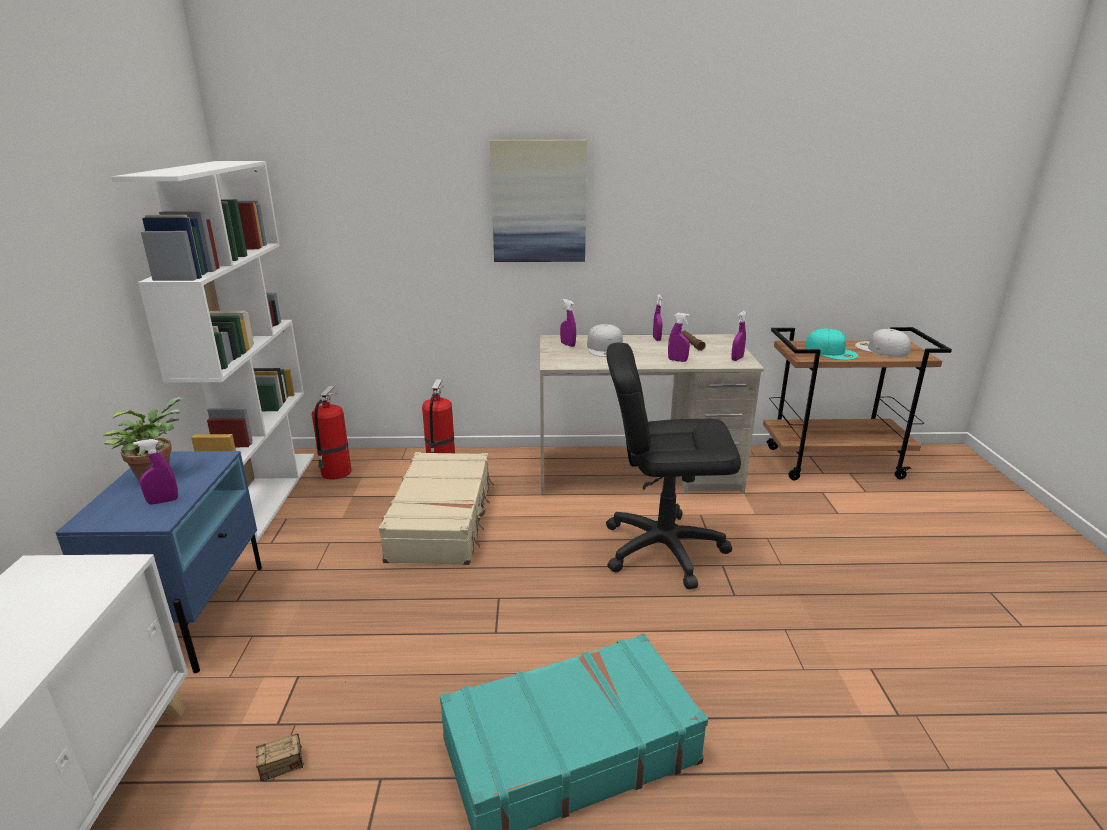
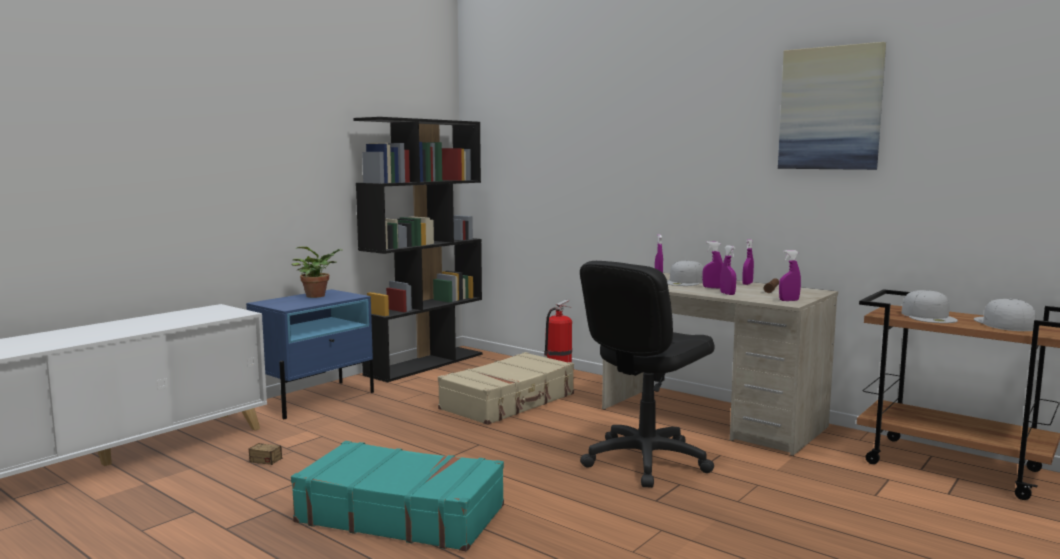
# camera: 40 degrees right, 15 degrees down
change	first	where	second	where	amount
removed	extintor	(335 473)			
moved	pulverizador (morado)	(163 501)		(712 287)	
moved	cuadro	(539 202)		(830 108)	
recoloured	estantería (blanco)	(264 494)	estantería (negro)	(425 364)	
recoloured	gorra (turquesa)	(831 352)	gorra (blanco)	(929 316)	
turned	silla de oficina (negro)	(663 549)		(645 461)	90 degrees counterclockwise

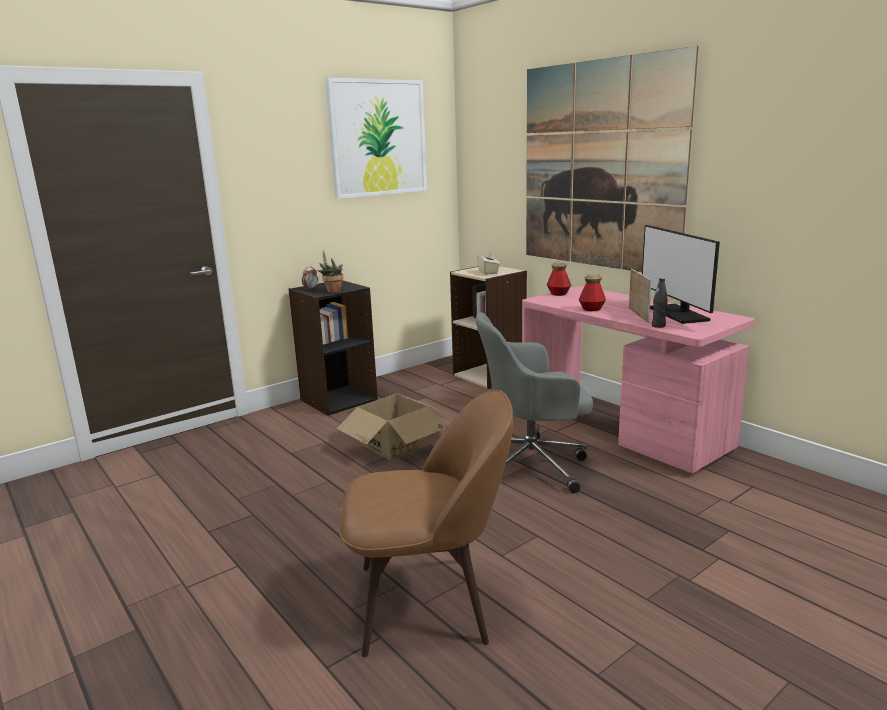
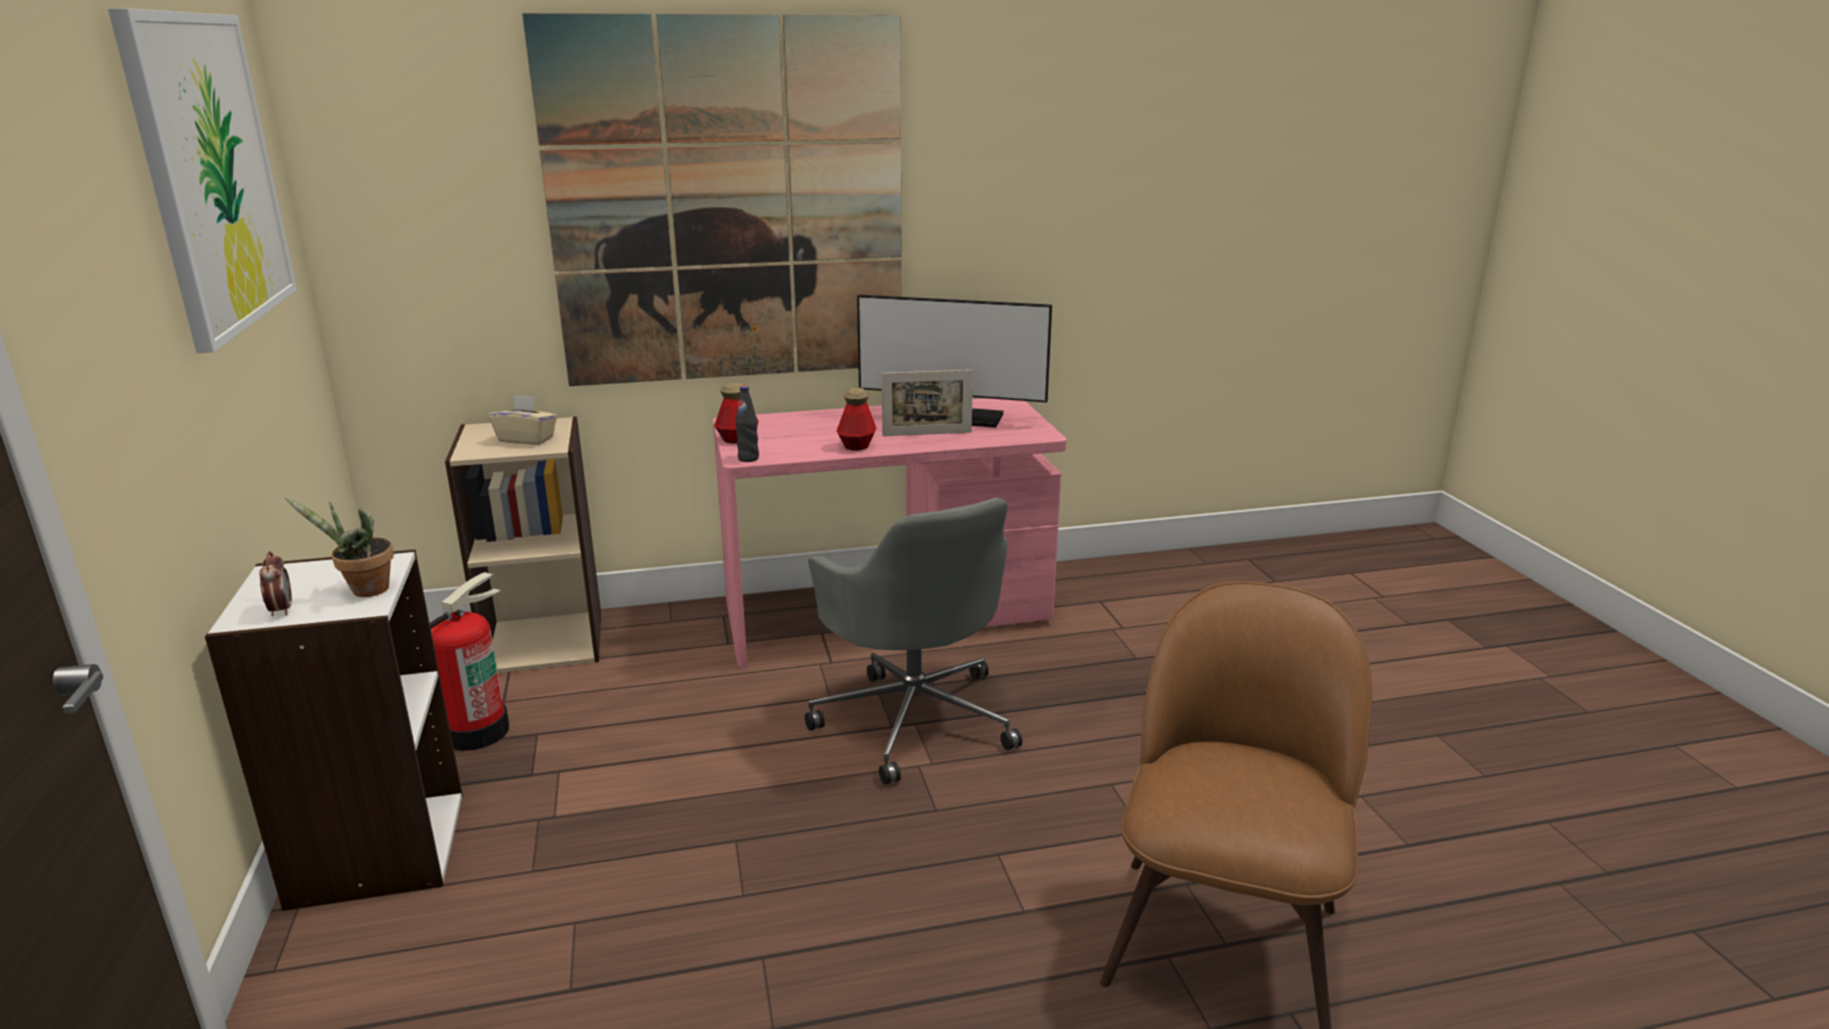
# camera: 65 degrees left, 5 degrees up
change	first	where	second	where	amount
removed	caja de cartón	(395 444)			
added			extintor	(475 731)	
moved	botella (negro)	(658 326)		(748 459)	
recoloured	estantería (negro)	(338 399)	estantería (blanco)	(376 849)	
turned	silla de oficina (gris)	(532 464)		(914 717)	45 degrees counterclockwise
turned	portarretratos	(638 315)		(927 434)	150 degrees clockwise

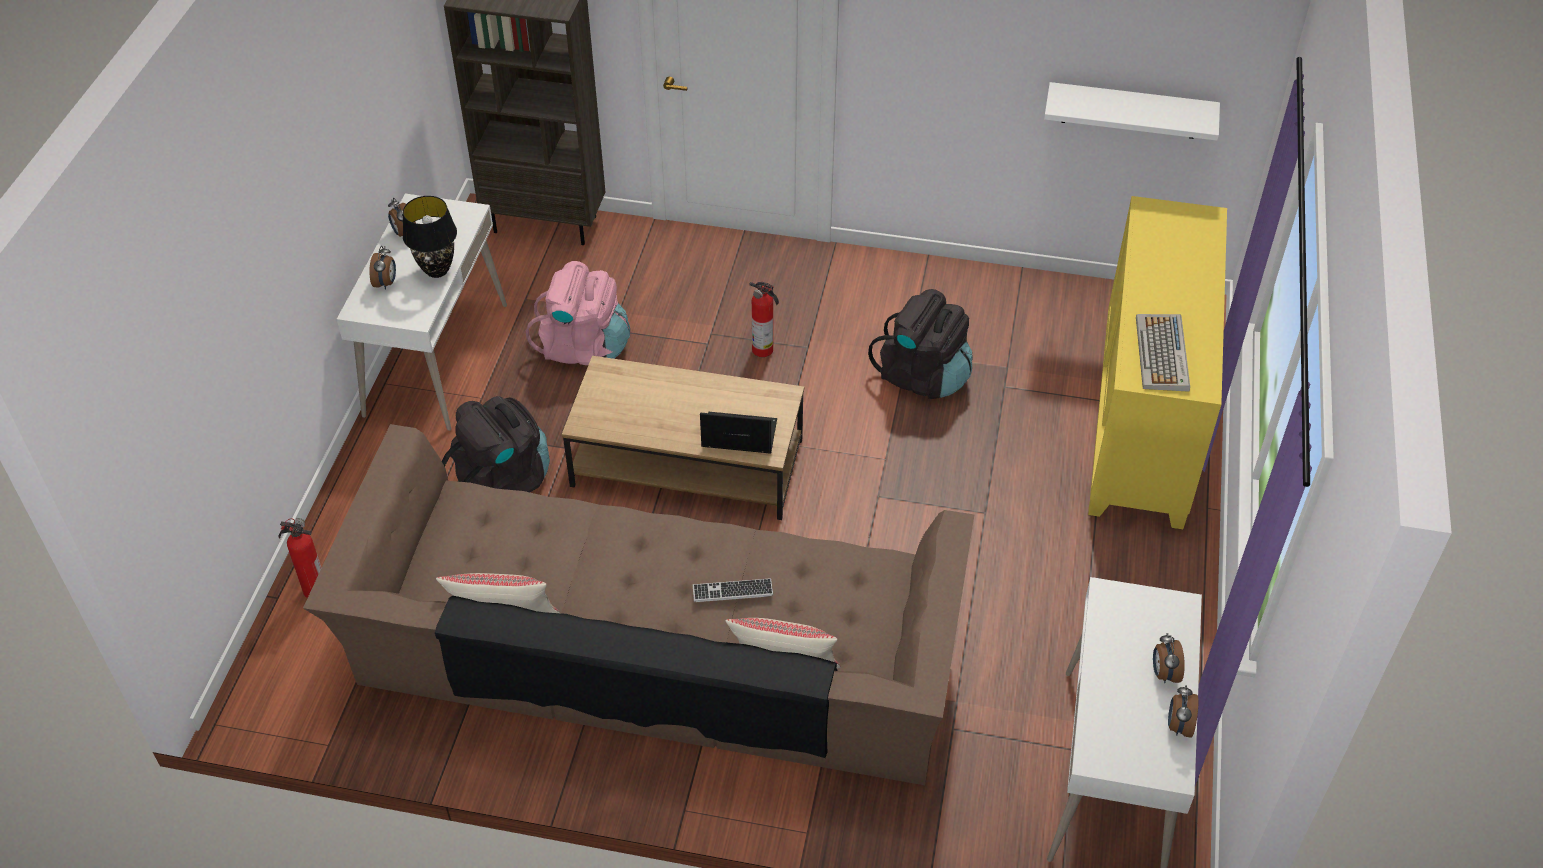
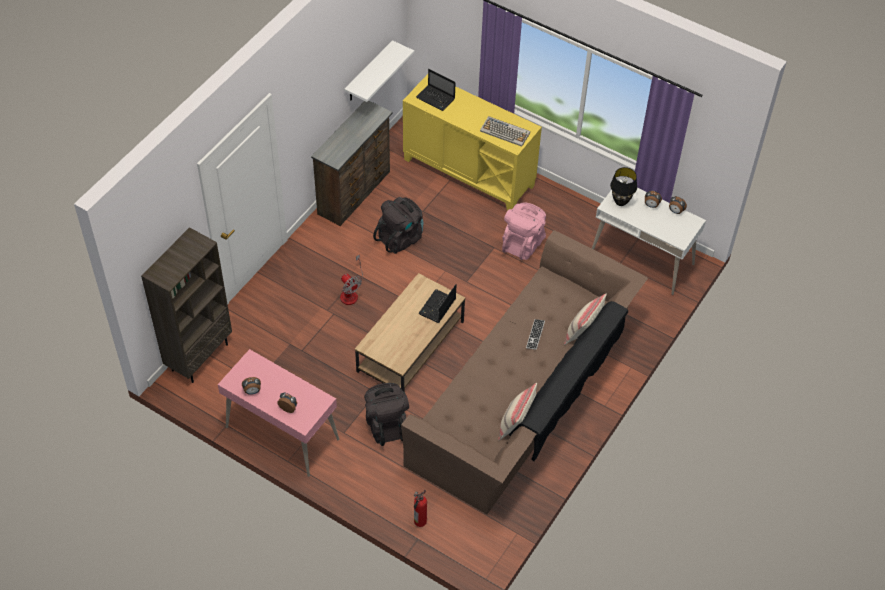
# camera: 70 degrees left, 5 degrees up
change	first	where	second	where	amount
added			cómoda (marrón)	(355 193)	
added			portátil	(436 98)	
moved	lámpara de mesa (negro)	(436 270)		(620 202)	
moved	mochila (rosa)	(584 347)		(523 243)	
replaced	extintor	(764 350)	ventilador	(350 292)	
recoloured	escritorio (blanco)	(436 359)	escritorio (rosa)	(282 433)	

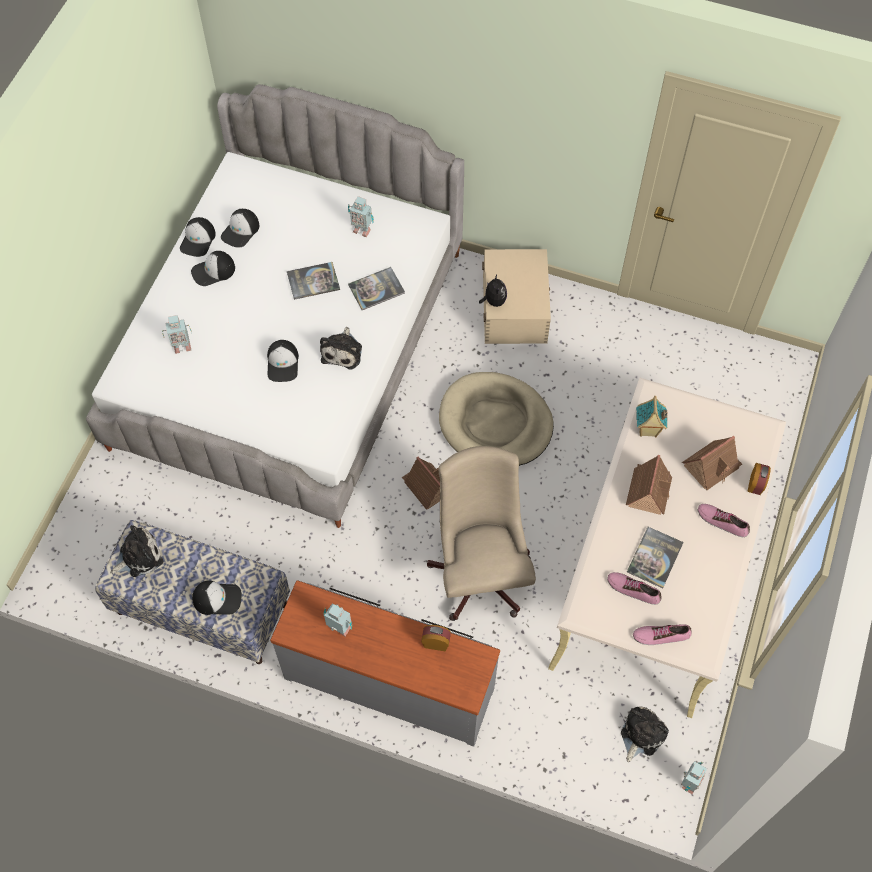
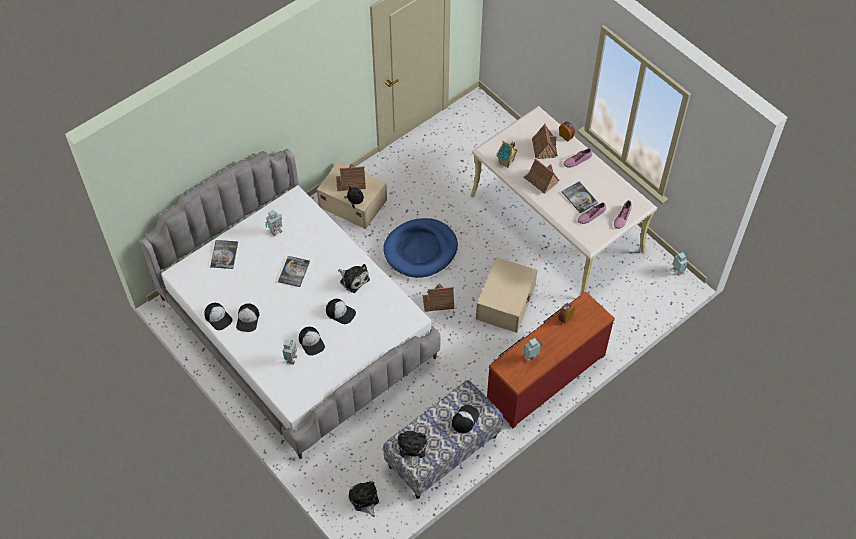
# camera: 60 degrees left, 5 degrees down
change	first	where	second	where	amount
added			casita	(351 182)	
moved	gorra	(240 231)		(311 342)	
moved	libro	(376 289)		(224 254)	
moved	peluche	(641 734)		(364 500)	
replaced	silla de oficina (beis)	(480 570)	caja de almacenaje (beis)	(506 302)	
recoloured	cómoda (gris)	(390 681)	cómoda (rojo)	(545 377)	
recoloured	cama para perro (beis)	(495 423)	cama para perro (azul)	(420 250)	

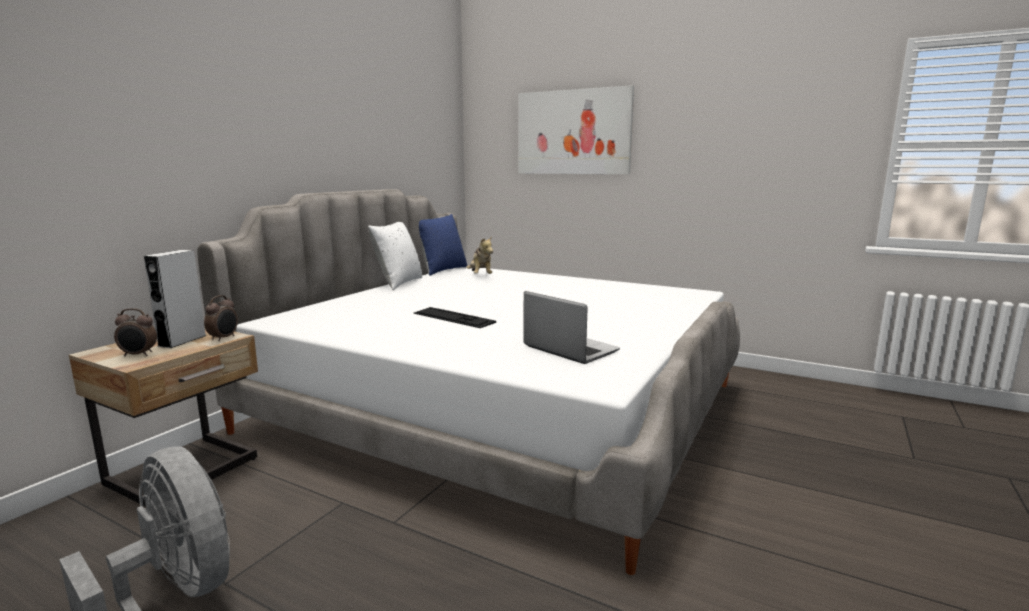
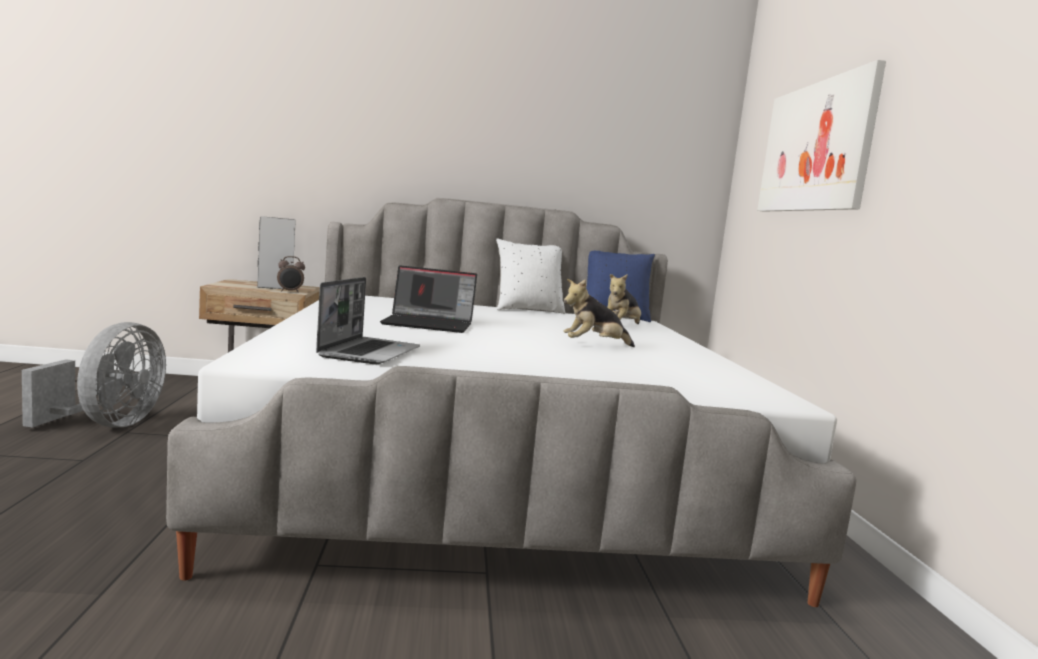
# camera: 55 degrees right, 5 degrees down
change	first	where	second	where	amount
removed	despertador	(138 355)			
added			peluche	(594 345)	
replaced	teclado	(453 318)	portátil	(429 324)	

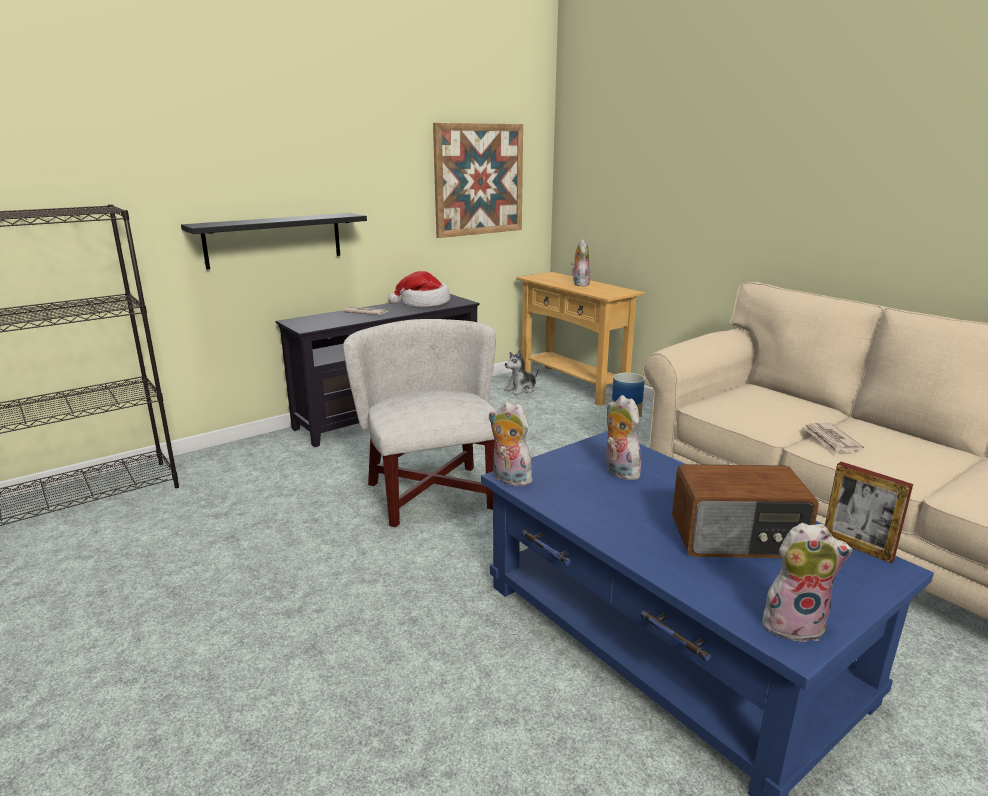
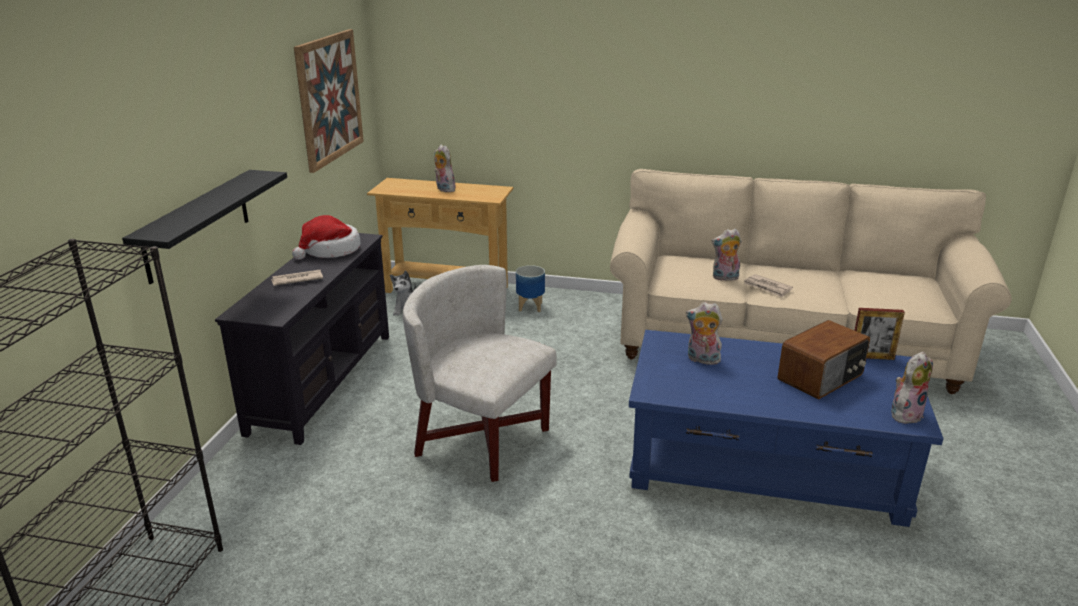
# camera: 40 degrees left, 5 degrees up
change	first	where	second	where	amount
moved	peluche	(509 479)		(725 278)	

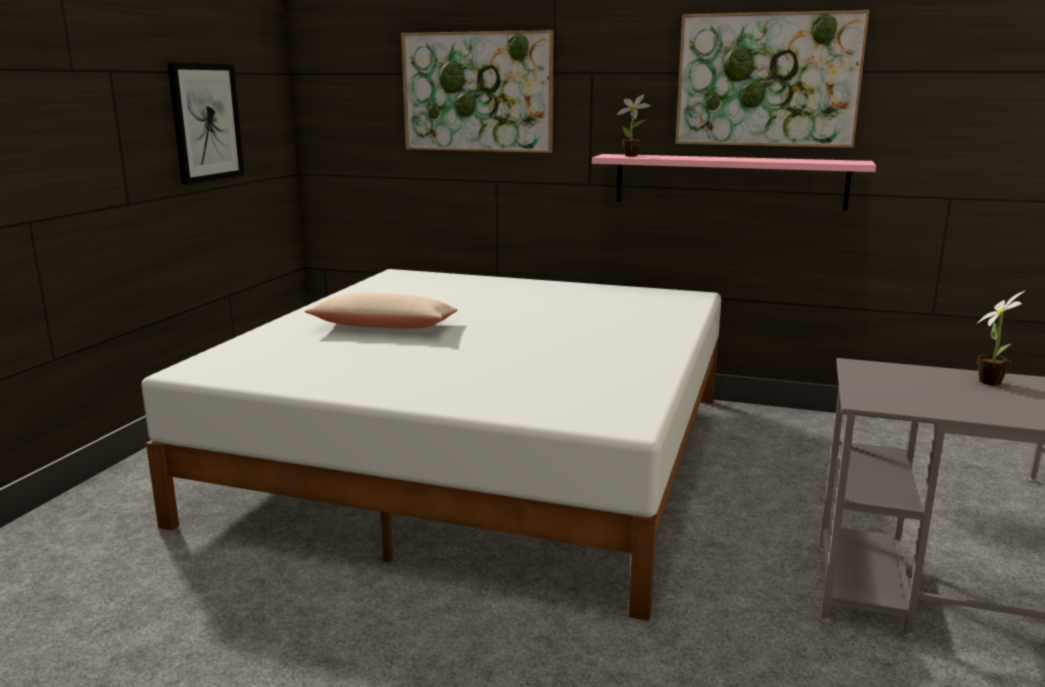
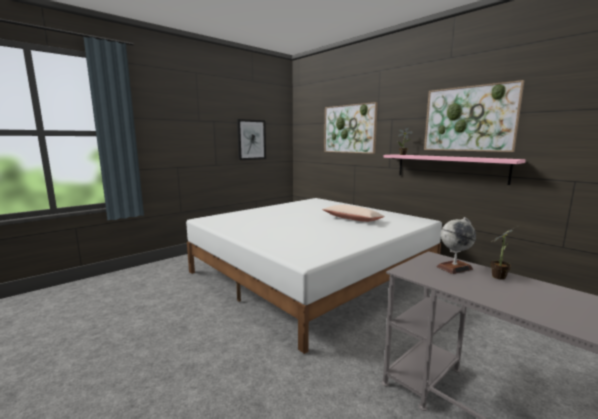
# camera: 30 degrees right, 5 degrees down
change	first	where	second	where	amount
added			globo terráqueo	(454 268)	
moved	cojín (beis)	(384 327)		(352 219)	

